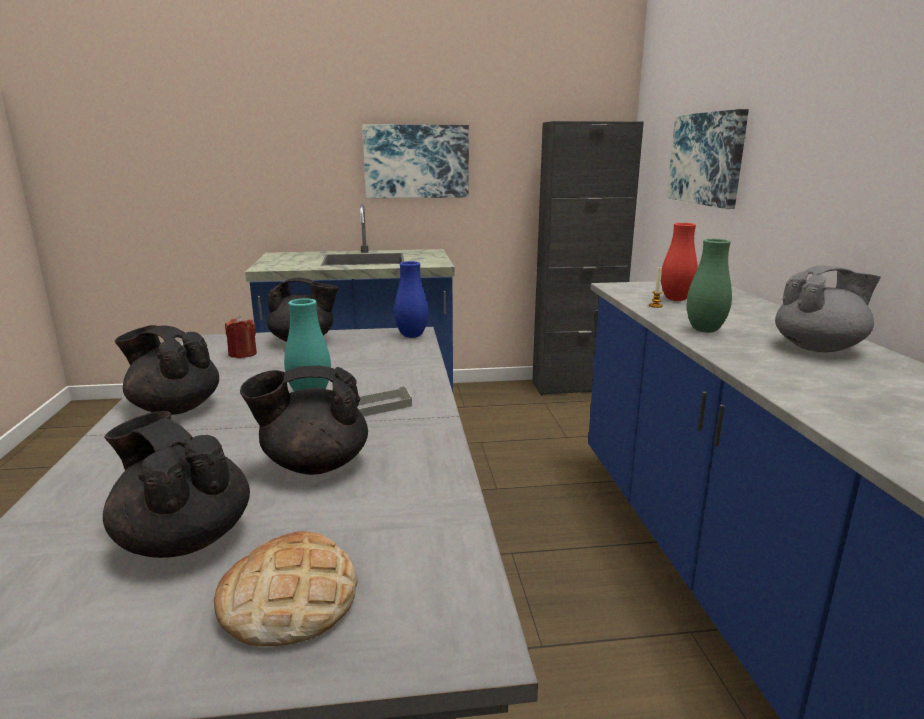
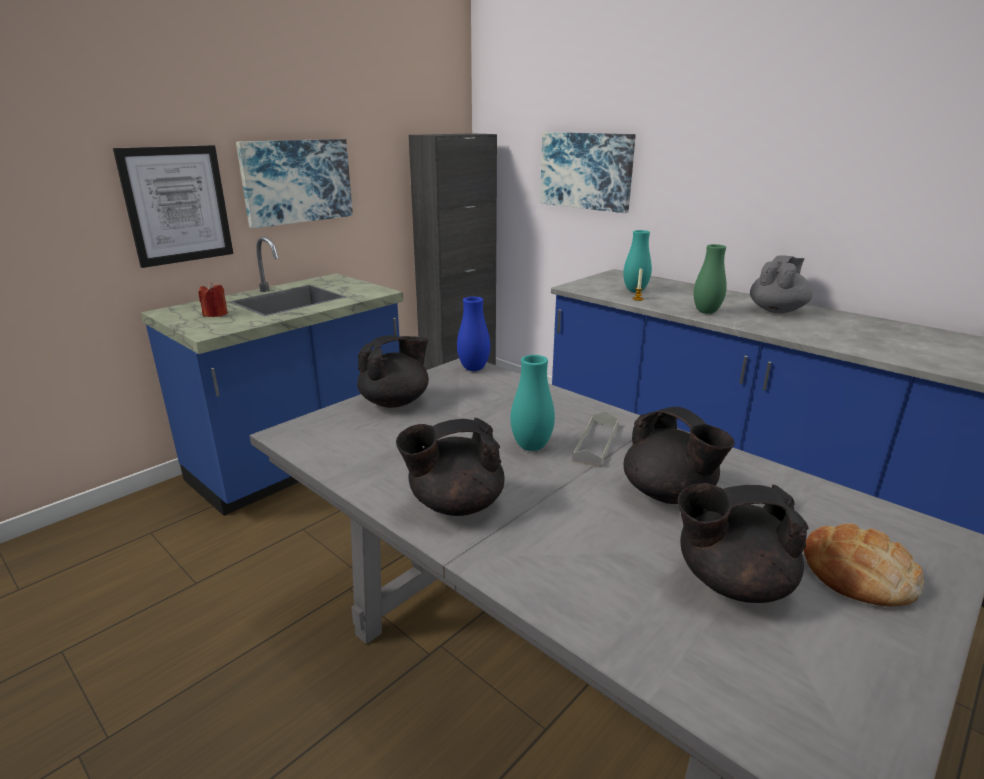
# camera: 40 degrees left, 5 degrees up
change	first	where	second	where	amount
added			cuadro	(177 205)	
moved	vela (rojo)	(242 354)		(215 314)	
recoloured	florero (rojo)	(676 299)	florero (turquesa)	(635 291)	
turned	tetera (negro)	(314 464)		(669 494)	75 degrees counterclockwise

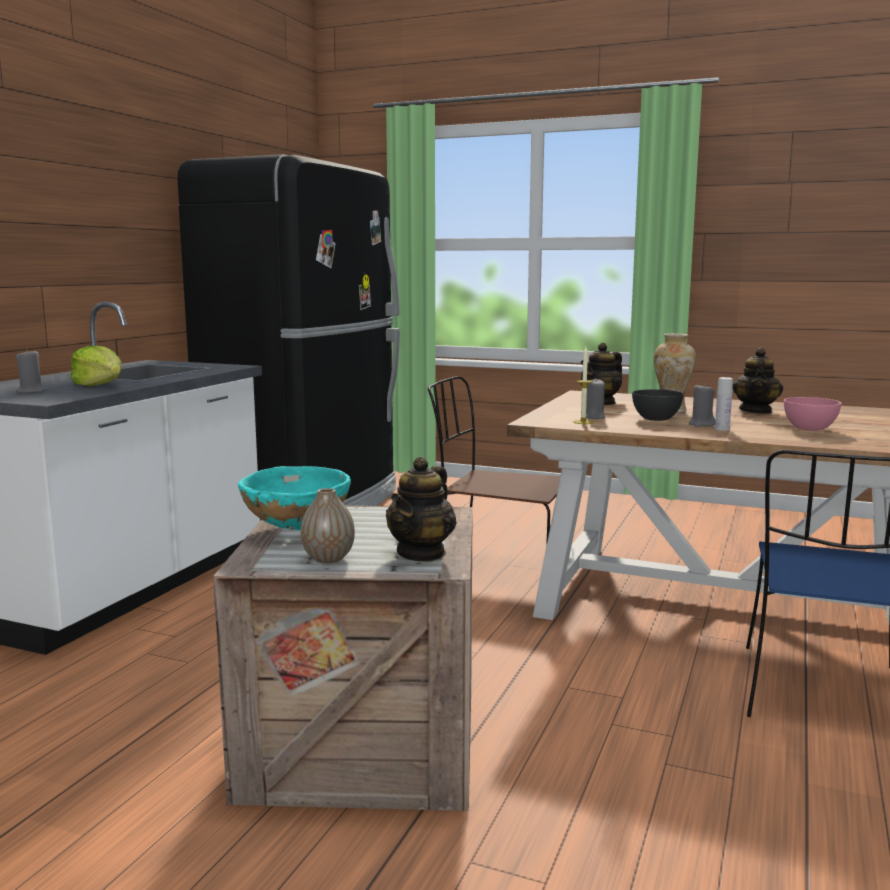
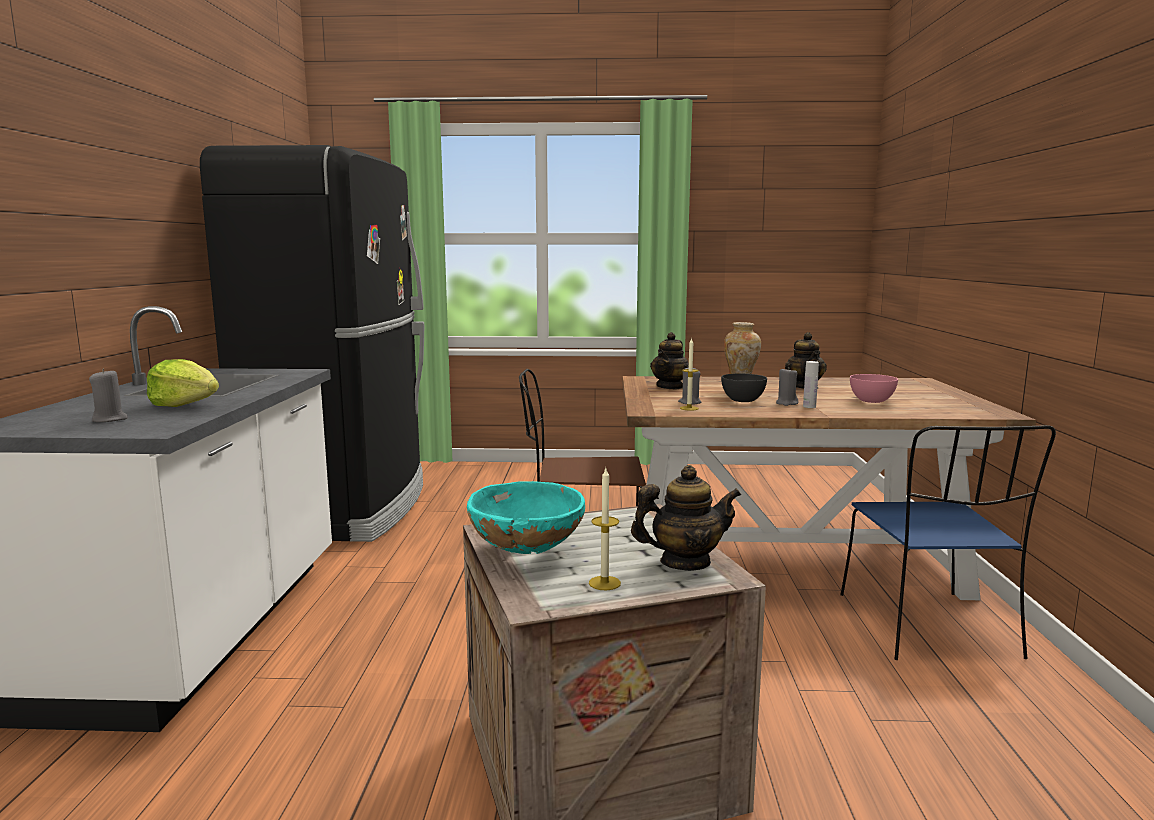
# camera: 20 degrees left, 0 degrees up
change	first	where	second	where	amount
replaced	florero	(328 559)	vela	(604 583)	
turned	tetera	(422 553)		(684 562)	105 degrees counterclockwise

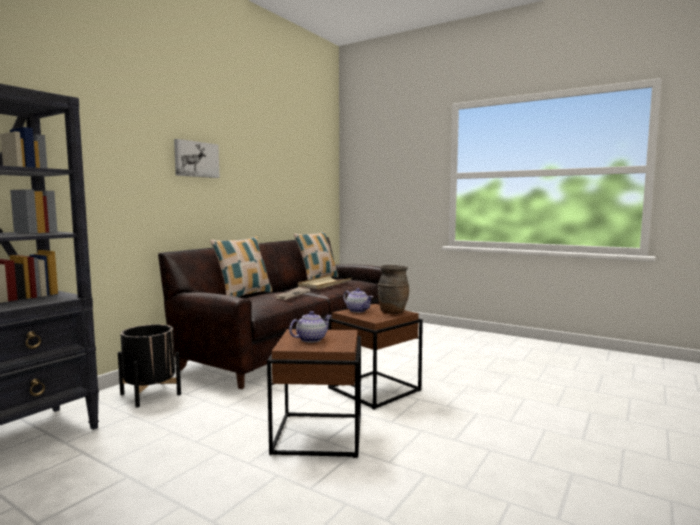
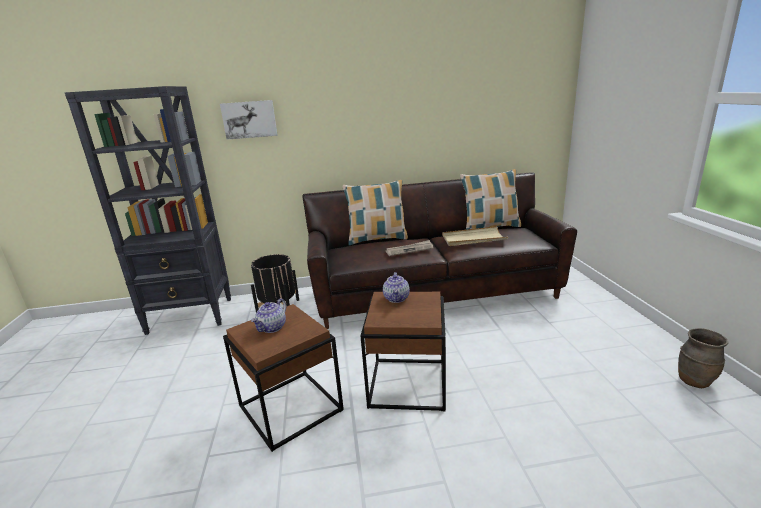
# camera: 50 degrees right, 15 degrees up
change	first	where	second	where	amount
moved	cuadro	(196 159)		(249 119)	
moved	florero (marrón)	(392 312)		(694 381)	
turned	tetera	(311 339)		(272 328)	105 degrees clockwise

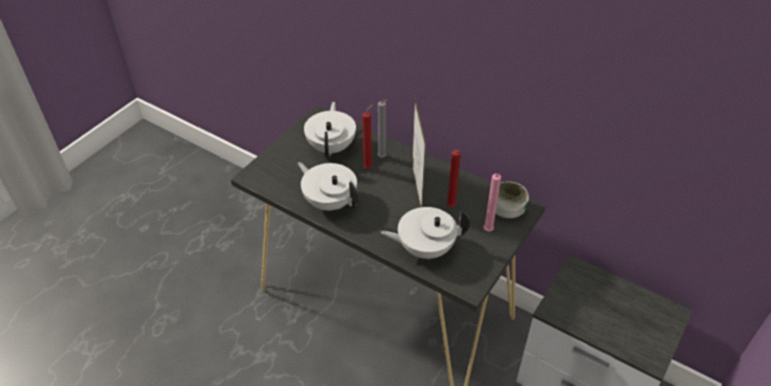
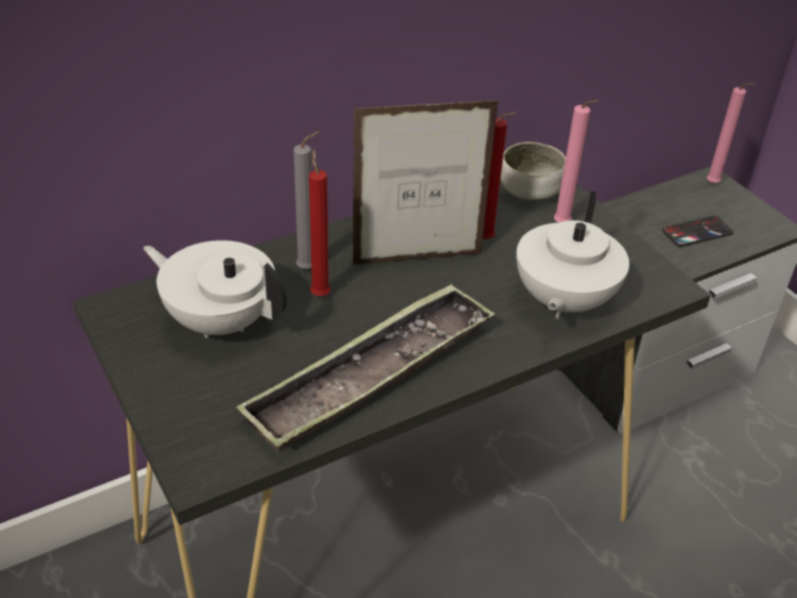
# camera: 65 degrees left, 5 degrees down
change	first	where	second	where	amount
added			móvil	(697 232)	
added			vela (rosa)	(714 184)	
replaced	tetera (blanco)	(330 202)	bandeja	(371 375)	
turned	portarretratos	(416 188)		(417 259)	150 degrees clockwise

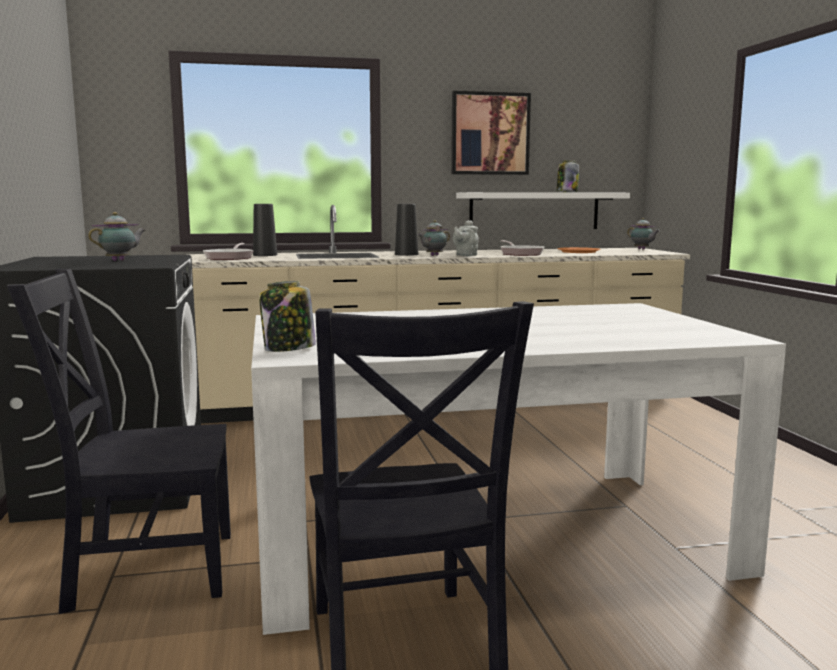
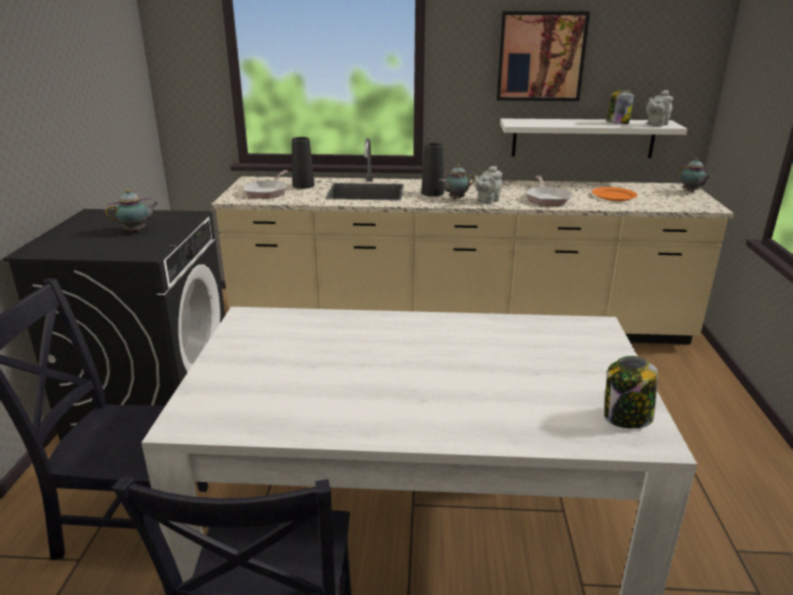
# camera: 15 degrees right, 15 degrees up
change	first	where	second	where	amount
added			tetera (gris)	(656 124)	
moved	tarro	(288 349)		(626 418)	

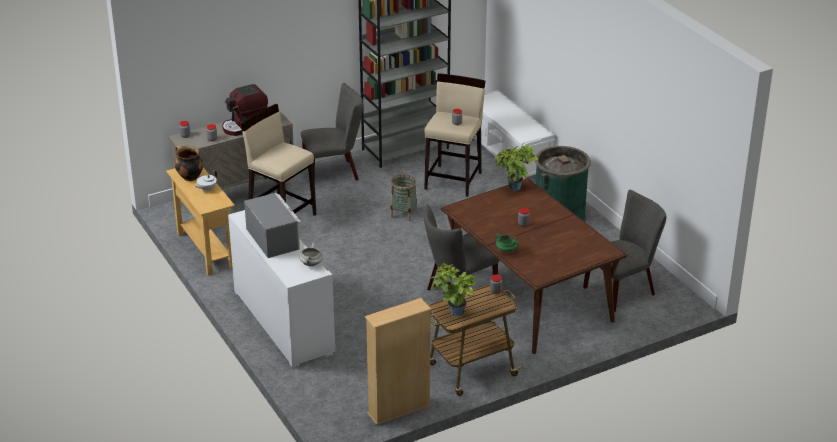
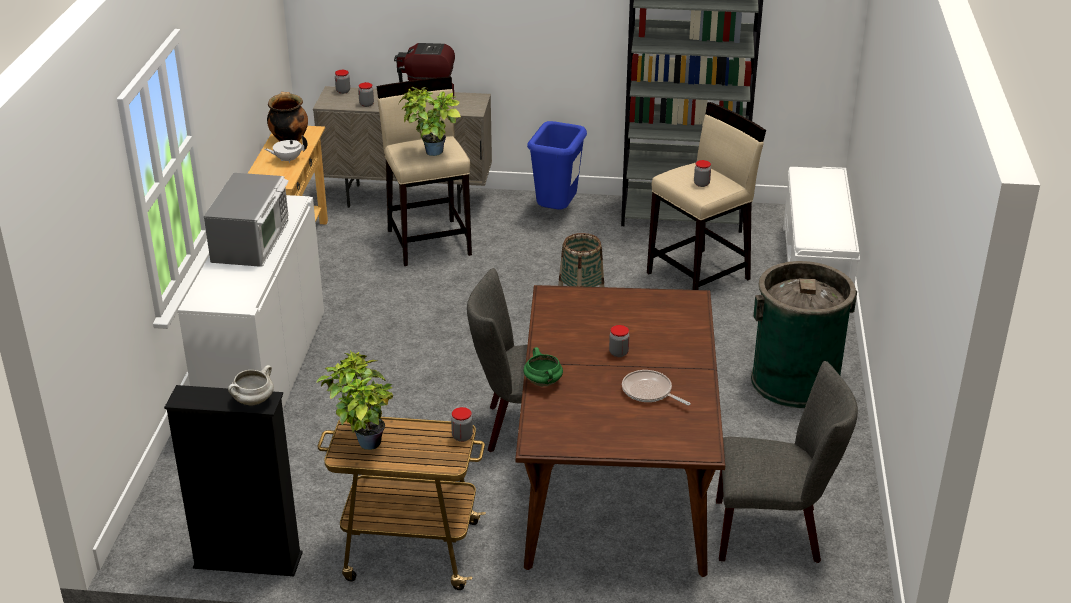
# camera: 35 degrees right, 0 degrees up
change	first	where	second	where	amount
added			sartén	(649 392)	
moved	olla (blanco)	(311 264)		(253 401)	
moved	planta en maceta	(514 190)		(430 154)	
replaced	silla (gris)	(334 173)	papelera (azul)	(556 213)	
recoloured	estantería (beis)	(399 410)	estantería (negro)	(248 561)	

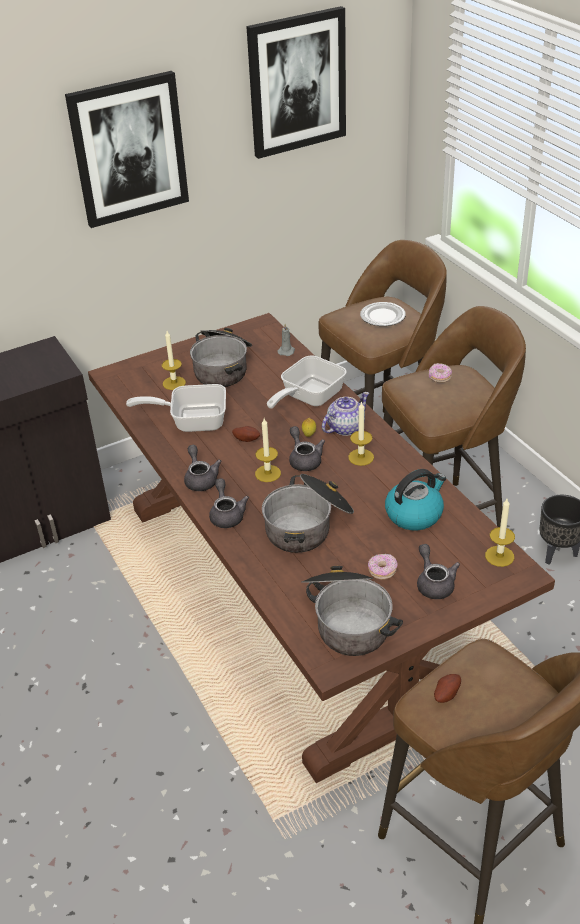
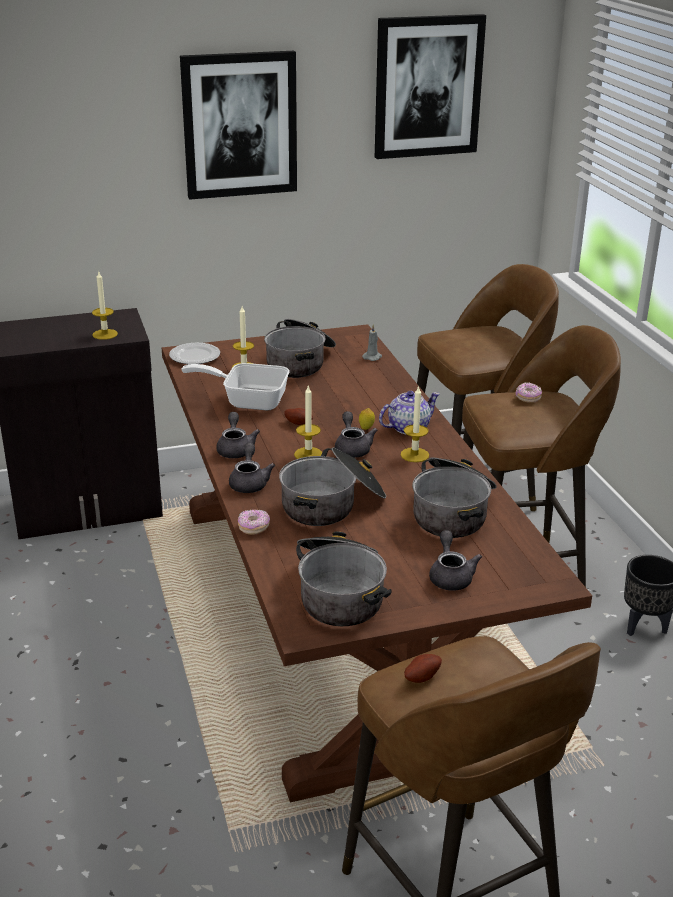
# camera: 10 degrees right, 10 degrees down
change	first	where	second	where	amount
removed	sartén	(308 398)			
moved	plato	(382 316)		(194 356)	
moved	rosquilla	(382 571)		(253 528)	
moved	vela	(499 556)		(105 334)	
replaced	hervidor	(414 514)	olla	(453 512)	

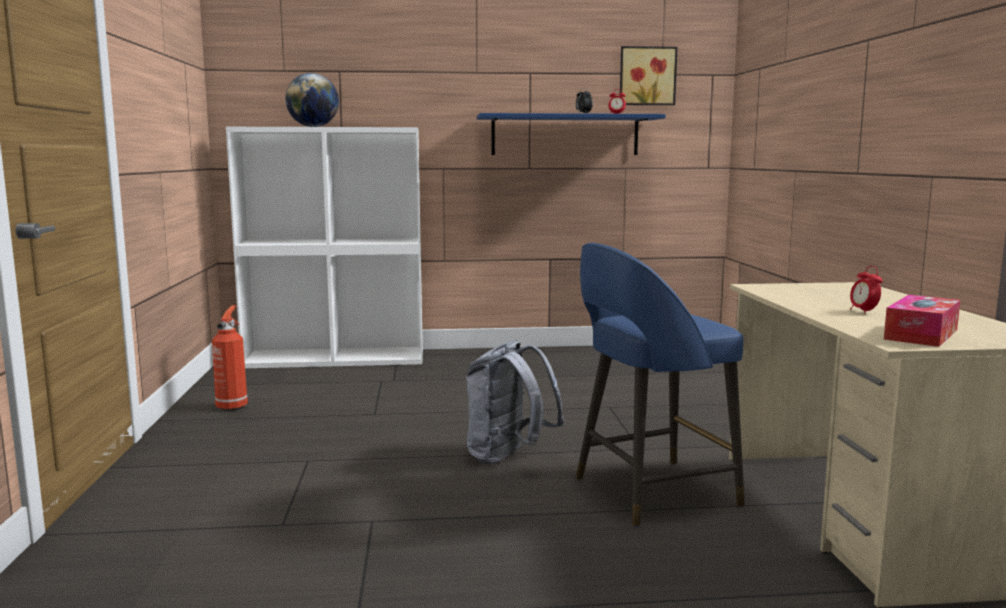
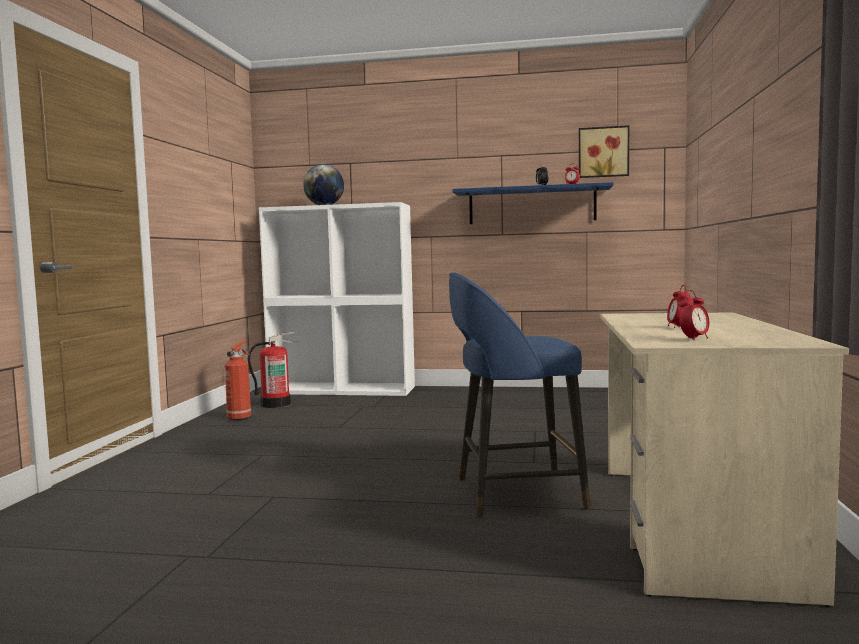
# camera: 15 degrees right, 5 degrees down
change	first	where	second	where	amount
removed	mochila (gris)	(508 458)			
added			extintor	(276 404)	
replaced	caja de pañuelos	(921 334)	despertador	(693 339)	

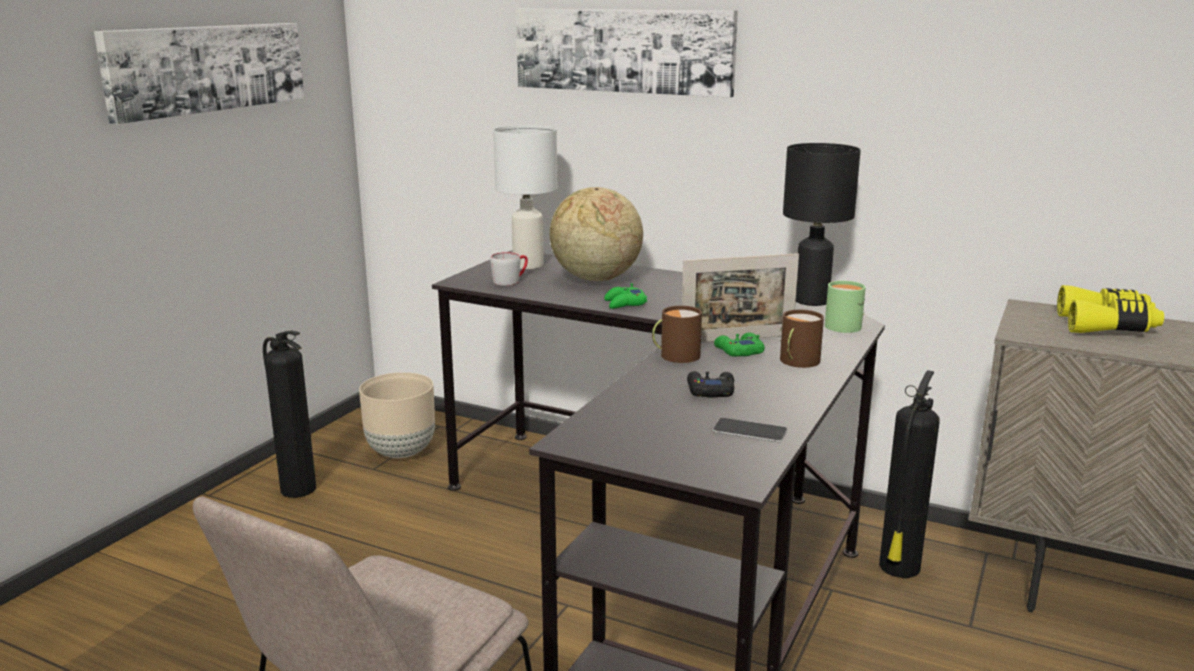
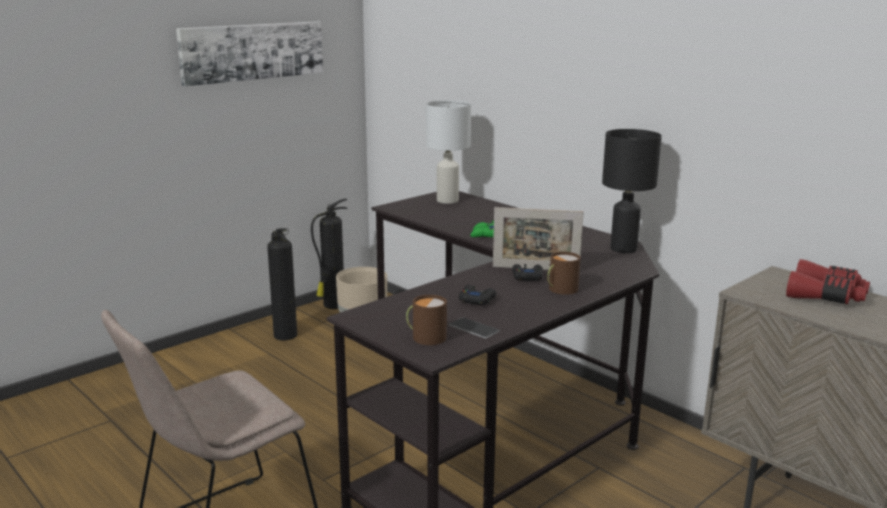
# camera: 20 degrees right, 0 degrees up
change	first	where	second	where	amount
removed	taza grande (gris)	(511 280)			
removed	cuadro	(623 50)			
removed	globo terráqueo	(595 279)			
removed	taza grande (verde)	(844 325)			
moved	taza grande (marrón)	(675 355)		(426 337)	
moved	extintor	(898 569)		(332 305)	
recoloured	mando de consola (verde)	(738 351)	mando de consola (negro)	(527 277)	
recoloured	prismáticos (amarillo)	(1107 326)	prismáticos (rojo)	(826 296)	

